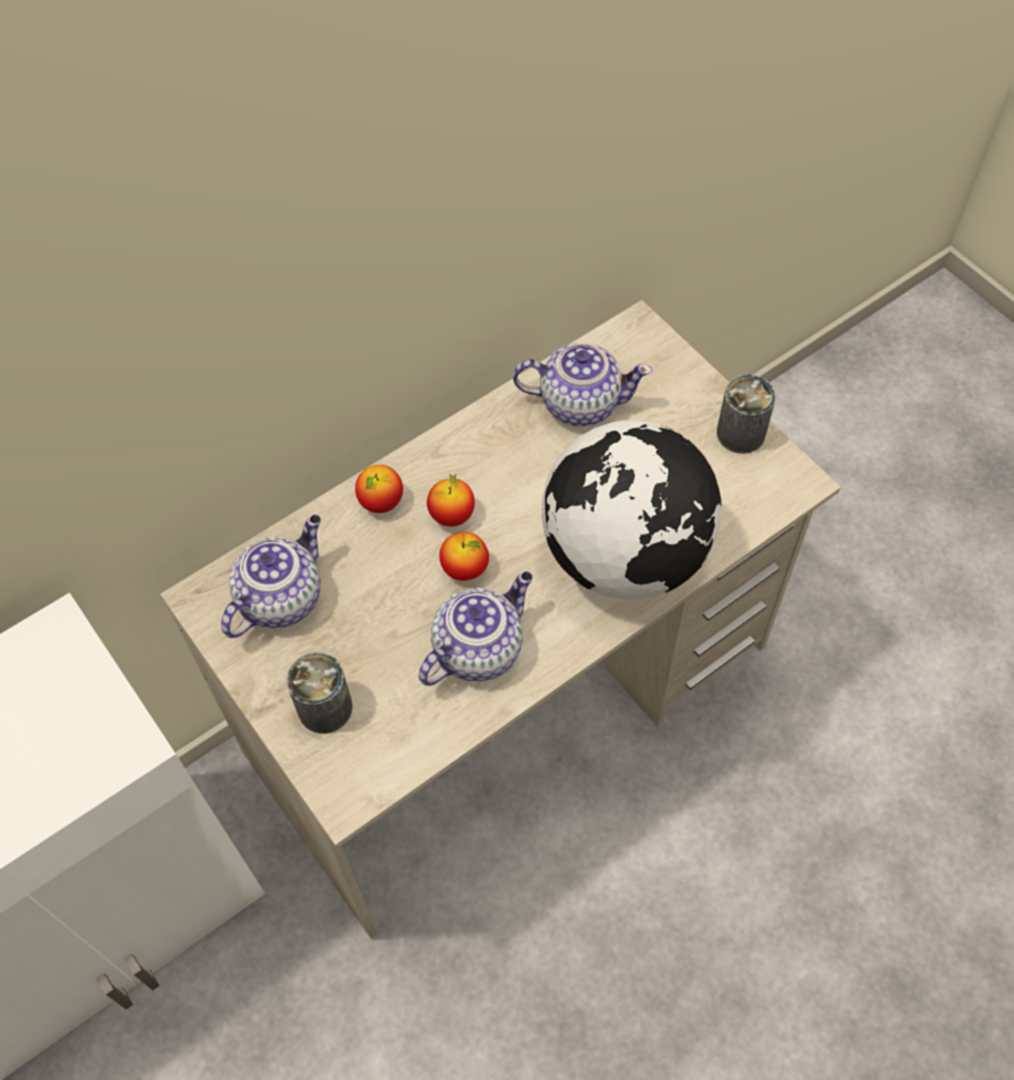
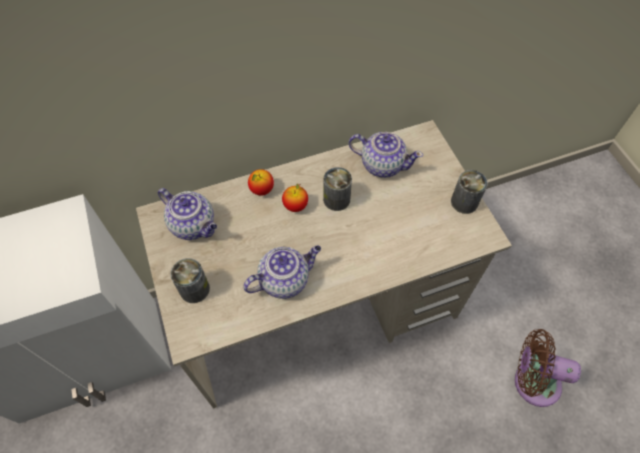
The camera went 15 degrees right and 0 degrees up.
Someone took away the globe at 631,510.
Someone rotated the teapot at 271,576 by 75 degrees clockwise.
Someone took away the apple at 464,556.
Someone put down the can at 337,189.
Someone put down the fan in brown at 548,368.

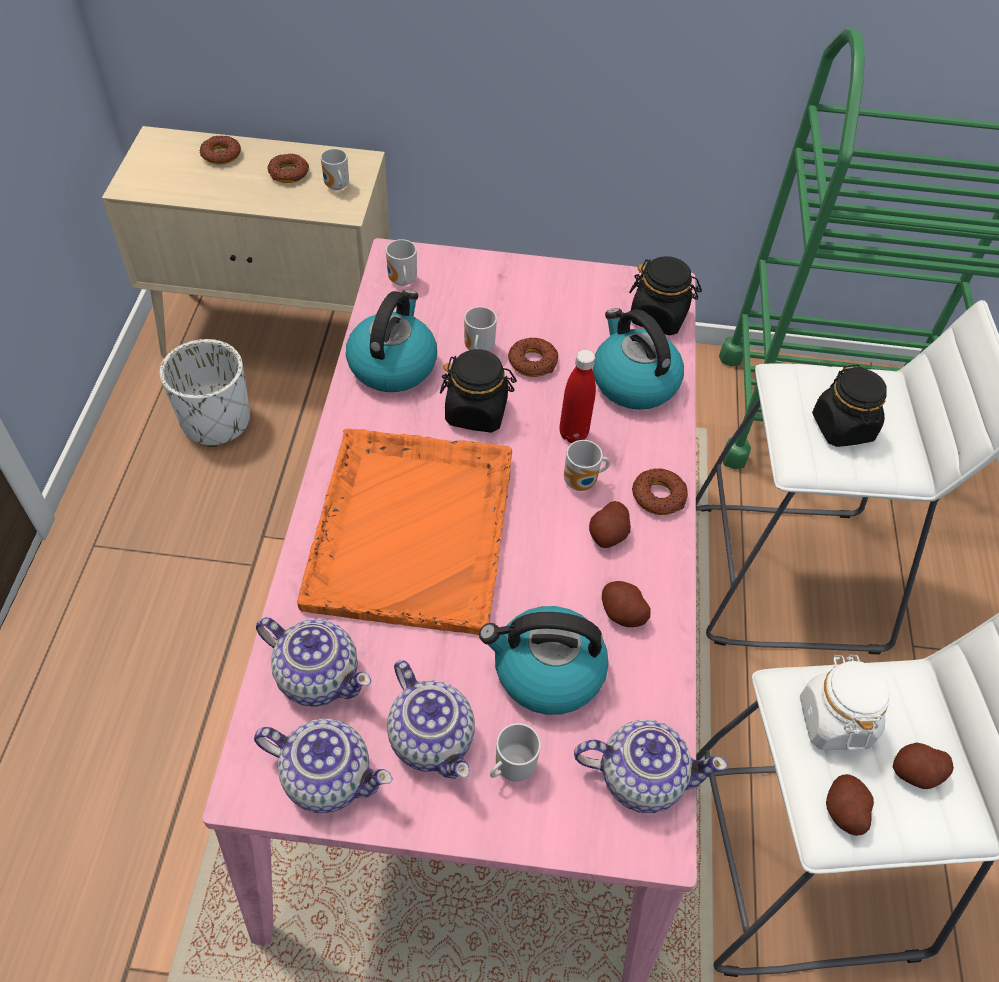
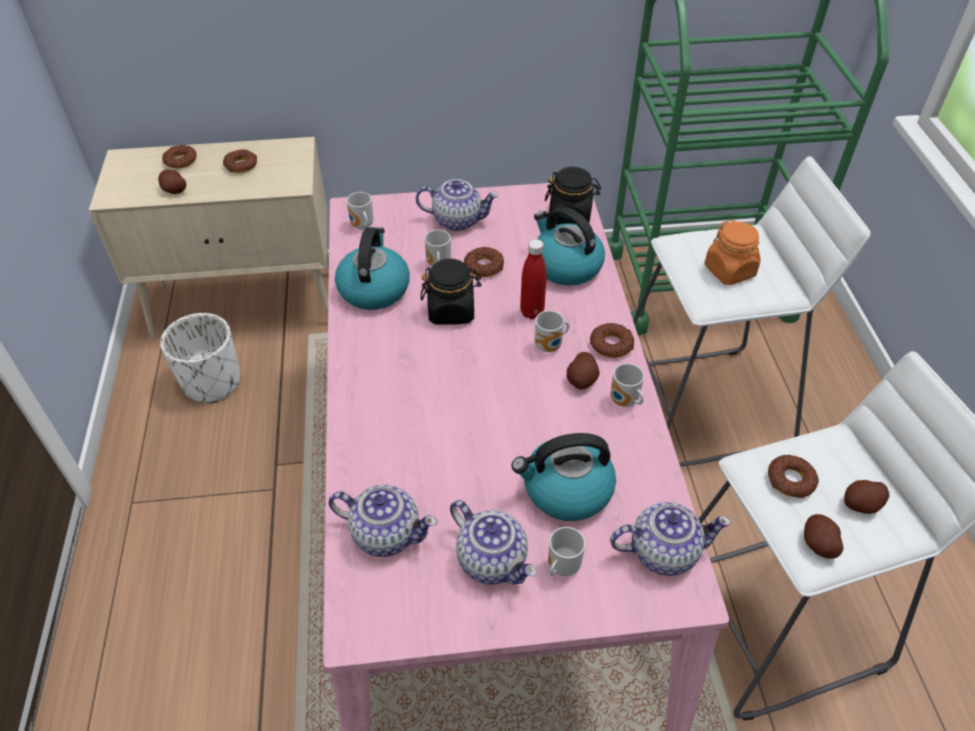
The camera went 10 degrees left and 5 degrees down.
Someone carried the mug from 335,169 to 627,385.
Someone repainted the jar in black at 849,405, which became the jar in orange at 733,252.
Someone took away the tray in orange at 404,532.
Someone carried the potato from 626,604 to 172,182.
Someone swapped the jar in white at 845,702 for the donut at 793,476.
Someone carried the teapot from 323,765 to 457,205.

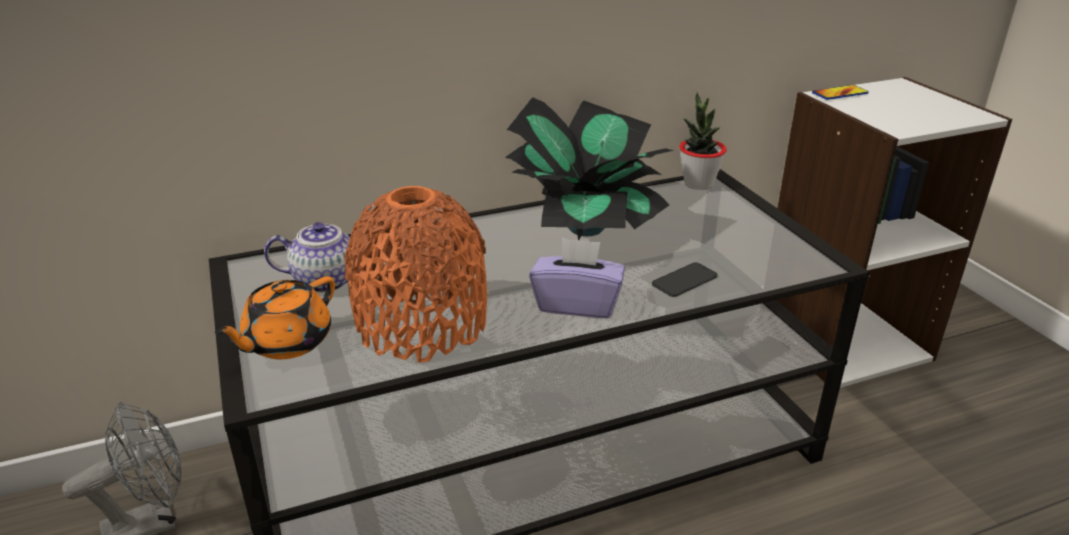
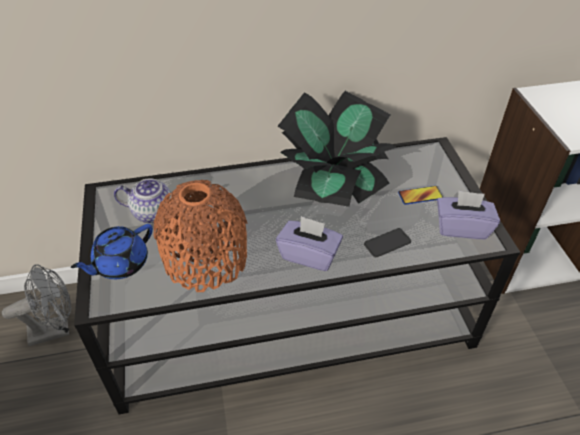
The camera went 10 degrees right and 15 degrees up.
Someone carried the phone from 840,92 to 420,195.
Someone took away the potted plant at 703,141.
Someone repainted the teapot in orange at 275,317, which became the teapot in blue at 112,251.
Someone put down the tissue box in purple at 468,214.

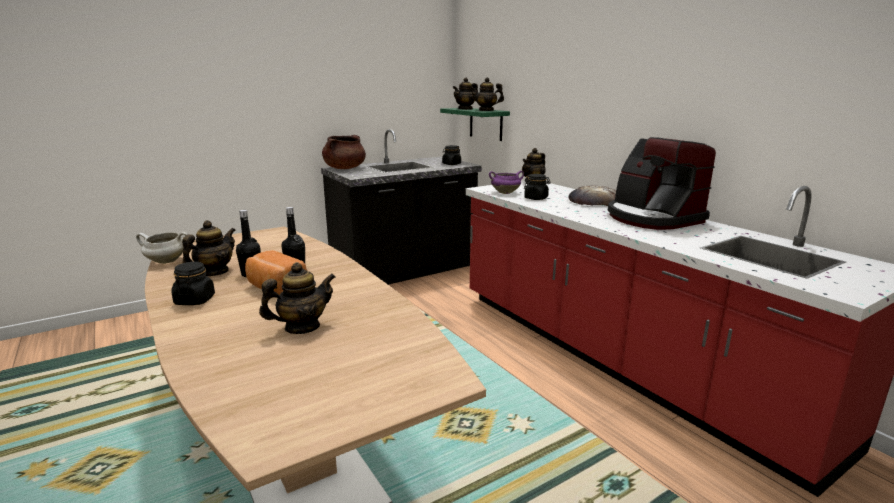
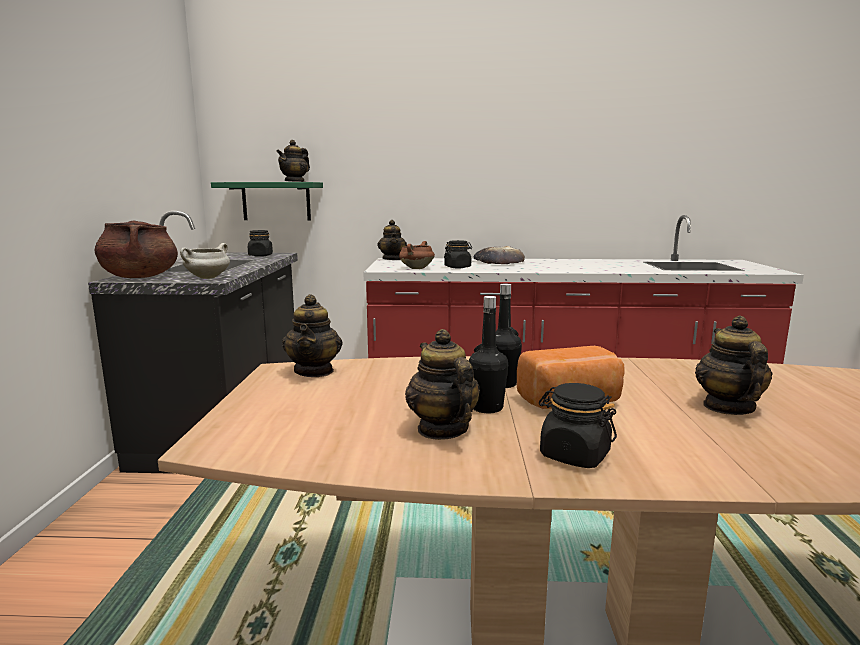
The camera went 55 degrees left and 5 degrees down.
Someone carried the teapot from 465,94 to 312,335.
Someone took away the coffee machine at 662,183.
Someone repainted the cooking pot in purple at 506,182, which became the cooking pot in brown at 417,255.
Someone carried the cooking pot in white from 162,248 to 205,261.

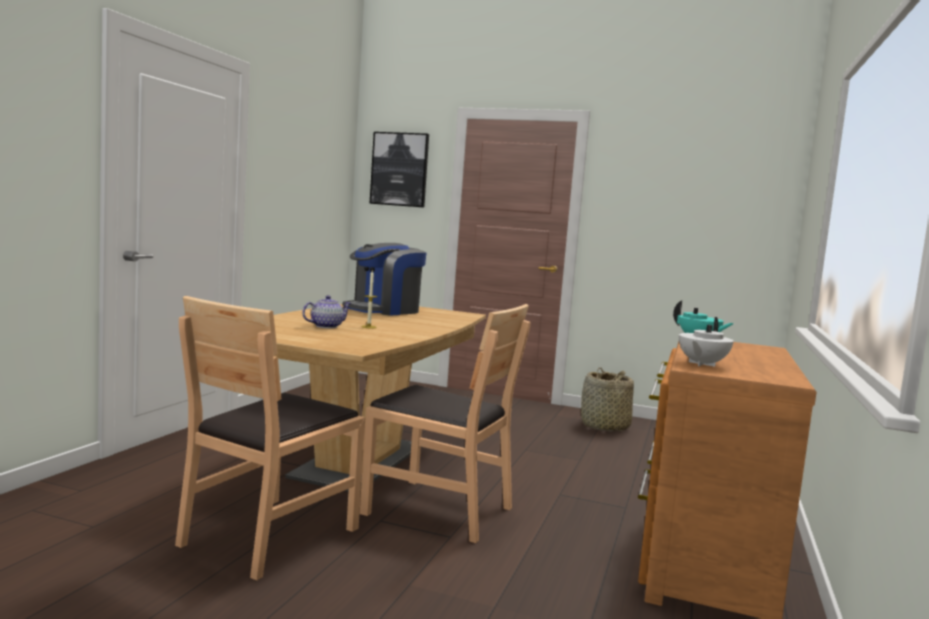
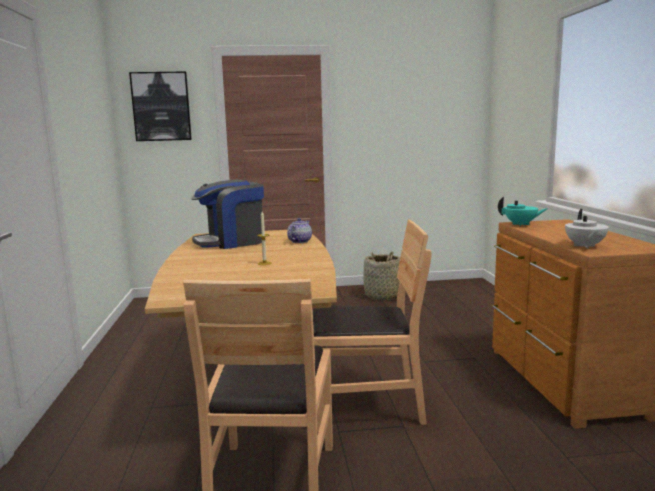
The camera went 25 degrees left and 5 degrees up.
Someone rotated the coffee machine at 385,279 by 45 degrees clockwise.
Someone carried the teapot from 326,311 to 299,230.

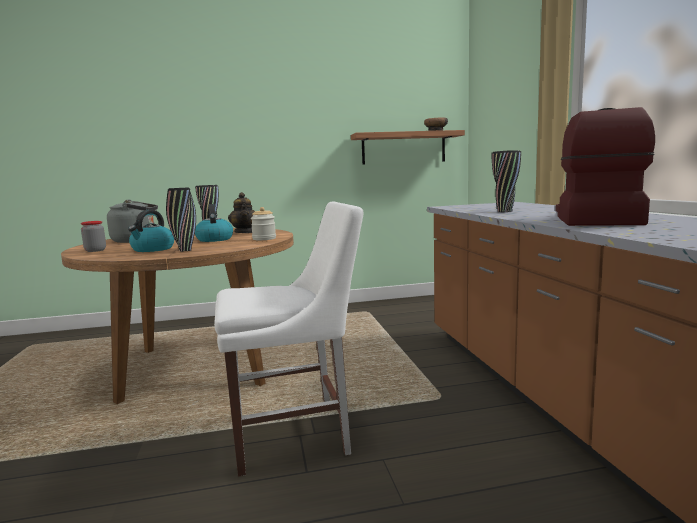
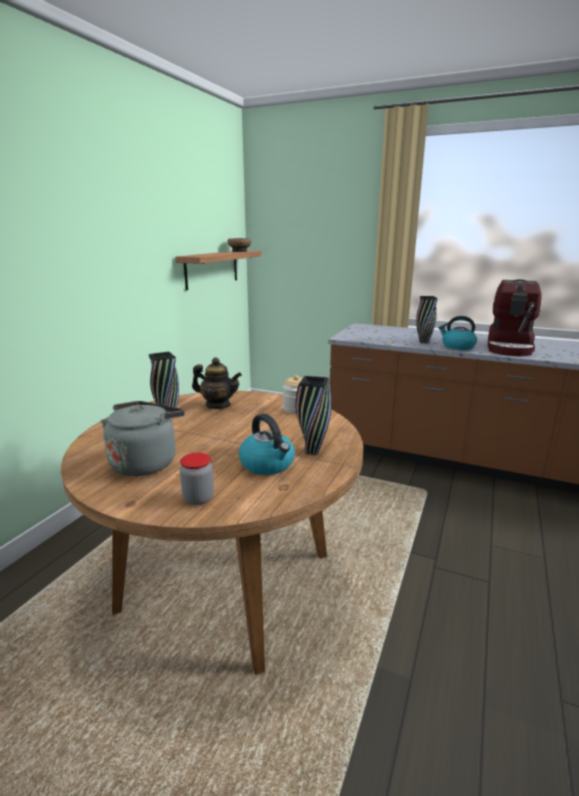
The camera went 55 degrees left and 10 degrees up.
Someone rotated the coffee machine at 605,166 by 120 degrees counterclockwise.
Someone took away the chair in white at 288,339.
Someone carried the kettle from 214,223 to 457,333.

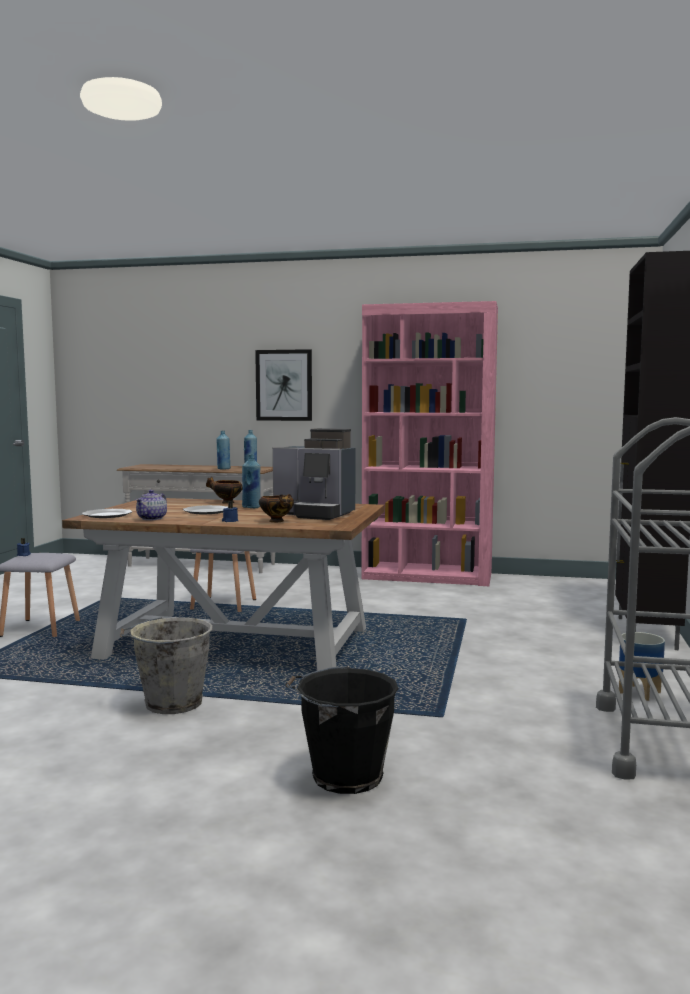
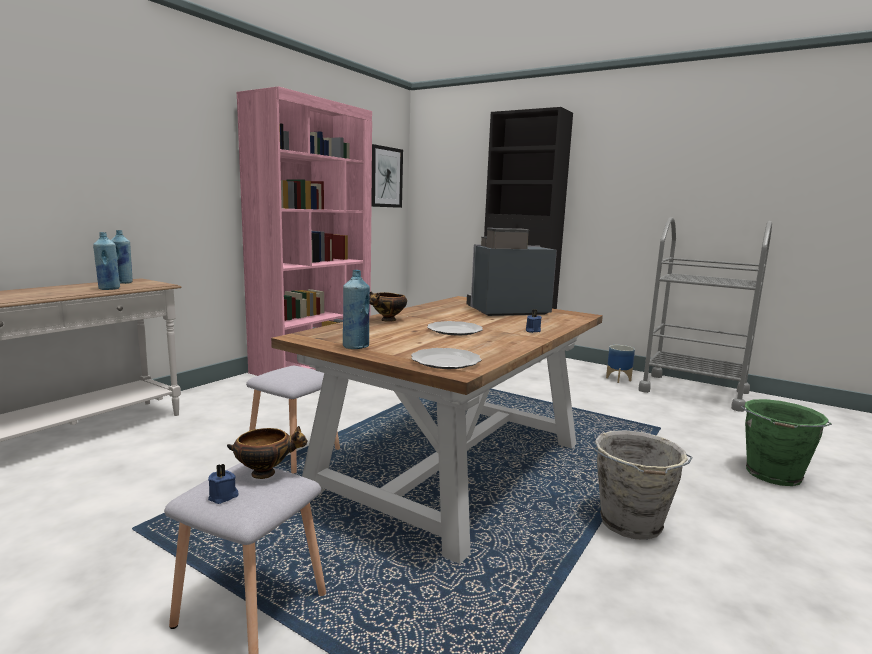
The camera went 70 degrees left and 5 degrees up.
Someone carried the picture from 283,385 to 387,176.
Someone rotated the coffee machine at 314,474 by 150 degrees counterclockwise.
Someone carried the bottle in blue from 251,481 to 356,309.
Someone took away the teapot at 151,505.
Someone carried the bowl from 276,508 to 267,452.
Someone repainted the bucket in black at 342,730, which became the bucket in green at 786,442.

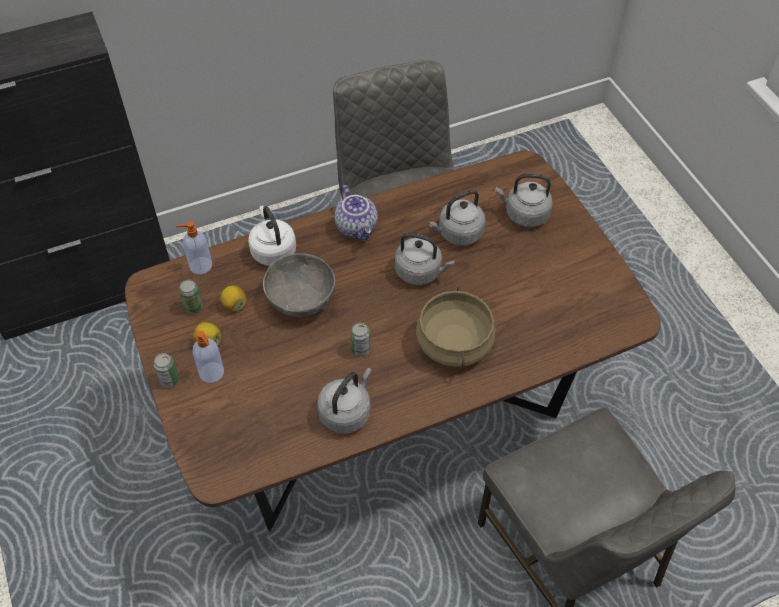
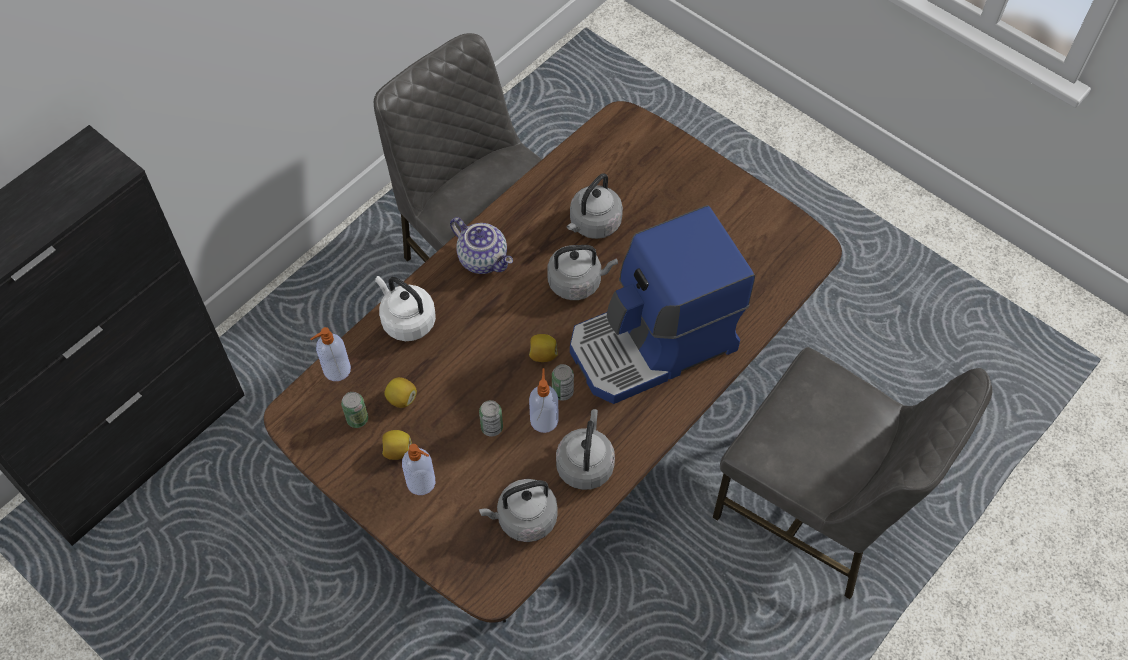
The camera went 25 degrees left and 5 degrees up.
Someone carried the kettle in grey from 524,200 to 518,510.
Someone took away the bowl in grey at 299,285.
Someone swapped the cooking pot in beige at 455,327 for the coffee machine at 662,304.
Someone carried the can from 166,370 to 491,418.
Someone put down the lemon at 543,348.
Someone put down the soap dispenser at 543,400.

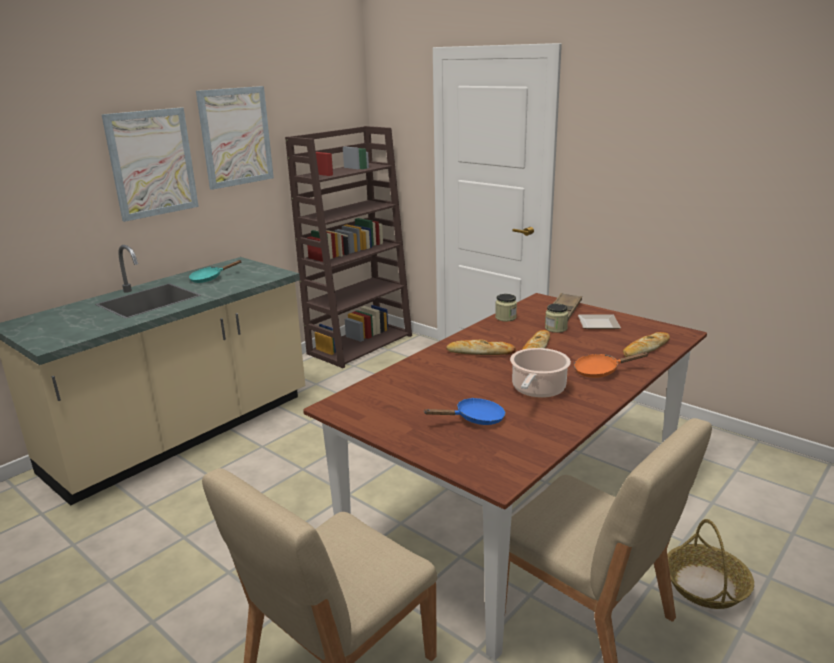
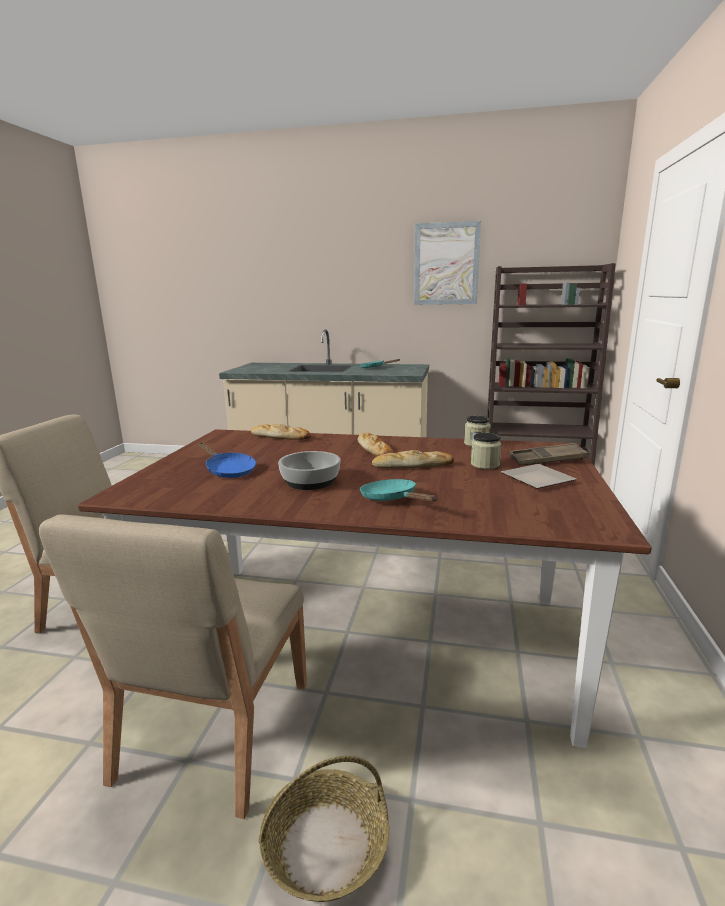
The camera went 60 degrees right and 5 degrees down.
Someone took away the picture at 150,164.
Someone carried the bread from 646,344 to 281,432.
Someone swapped the cooking pot at 540,373 for the bowl at 309,470.
Someone repainted the frying pan in orange at 611,365, which became the frying pan in turquoise at 398,490.

